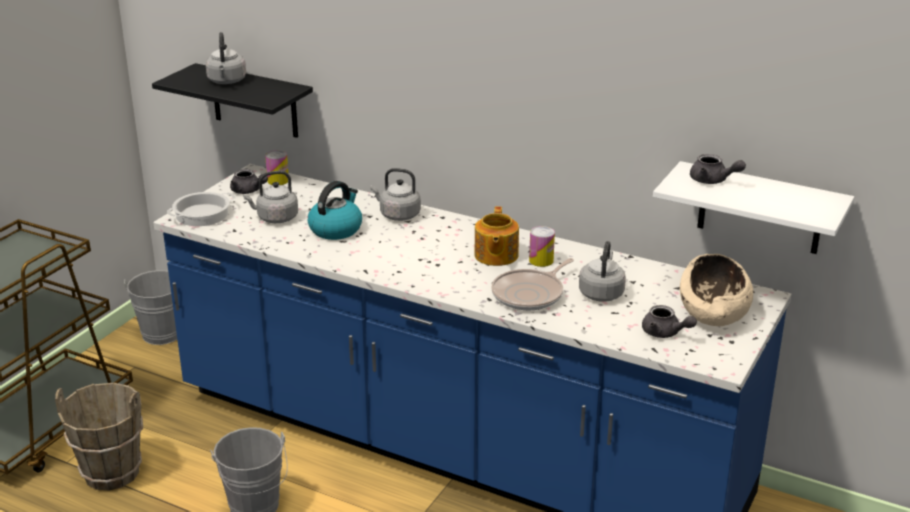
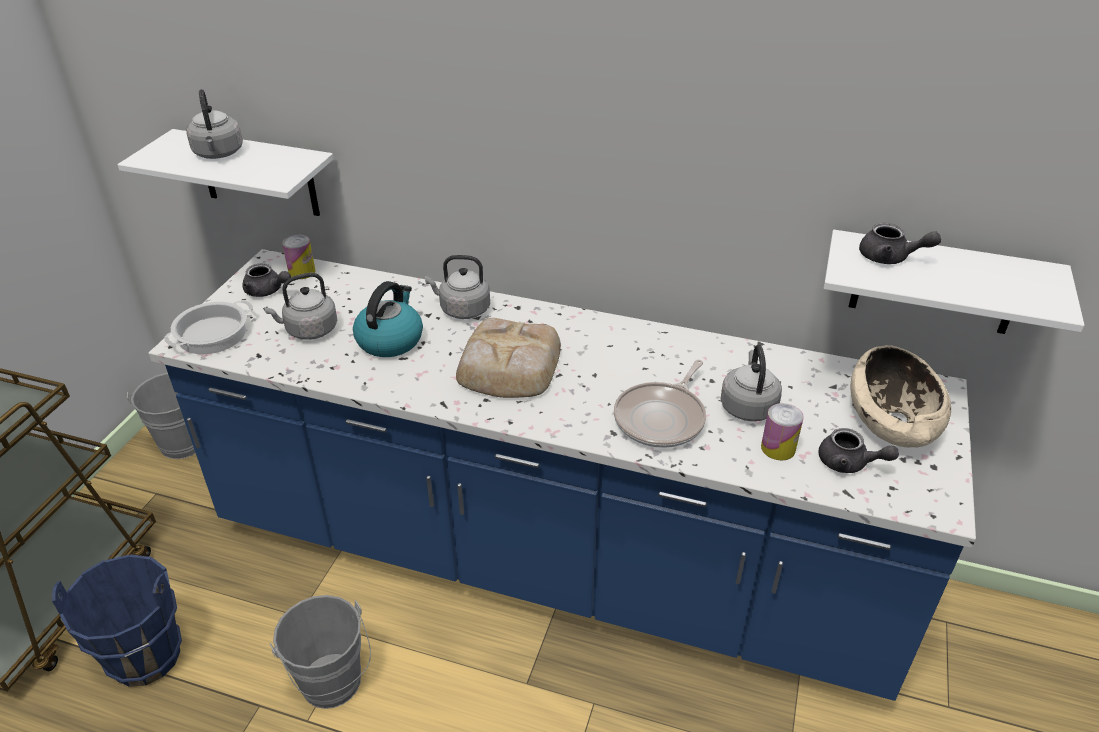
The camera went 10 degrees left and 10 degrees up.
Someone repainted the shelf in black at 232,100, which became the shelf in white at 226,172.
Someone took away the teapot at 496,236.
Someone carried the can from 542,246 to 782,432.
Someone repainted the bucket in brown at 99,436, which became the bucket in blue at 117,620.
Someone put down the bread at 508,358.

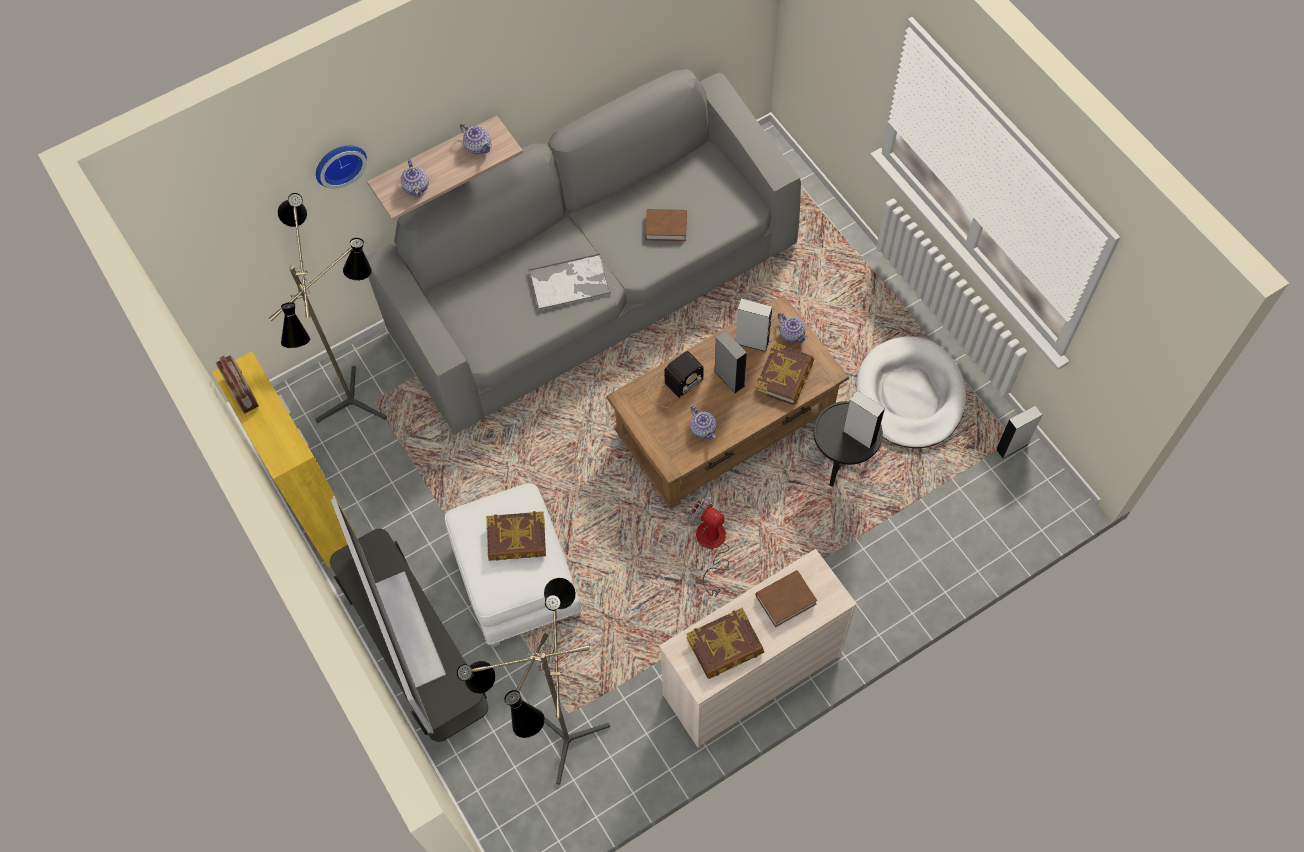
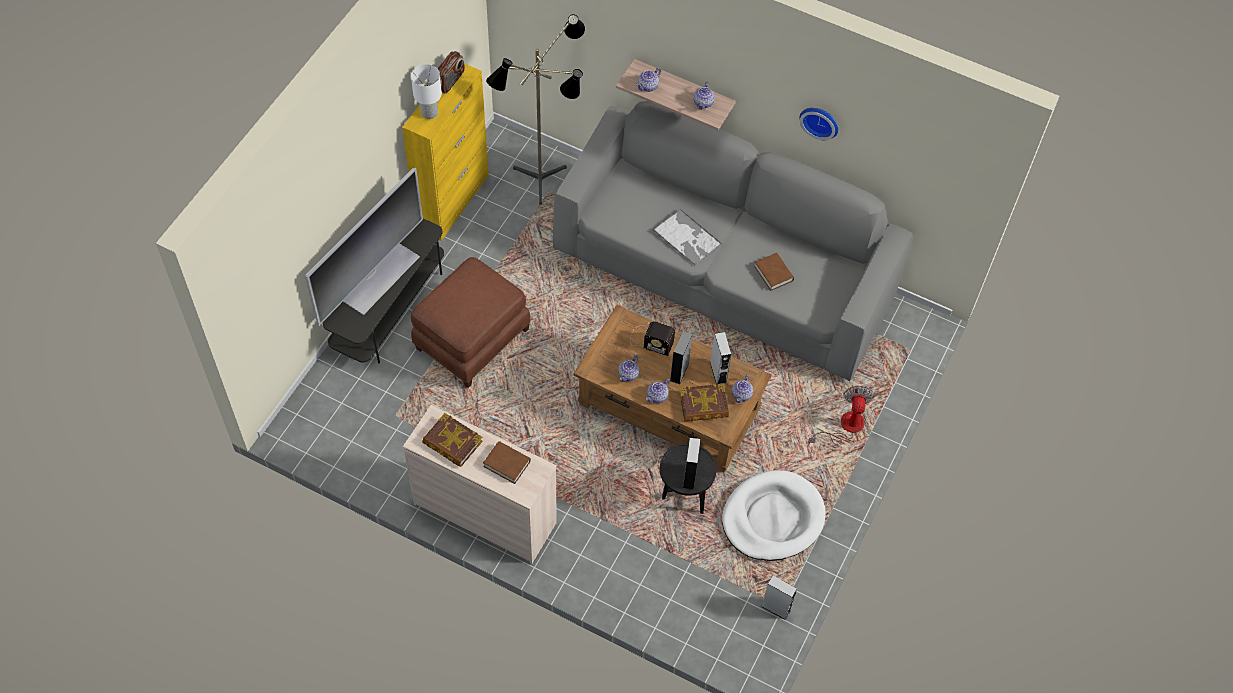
The camera went 55 degrees right and 5 degrees down.
Someone carried the wall clock from 341,167 to 819,124.
Someone repainted the ottoman in white at 513,565, which became the ottoman in brown at 471,322.
Someone carried the fan from 709,545 to 841,415.
Someone took away the book at 516,536.
Someone took away the floor lamp at 533,681.
Someone put down the table lamp in white at 426,91.
Someone put down the teapot at 658,391.

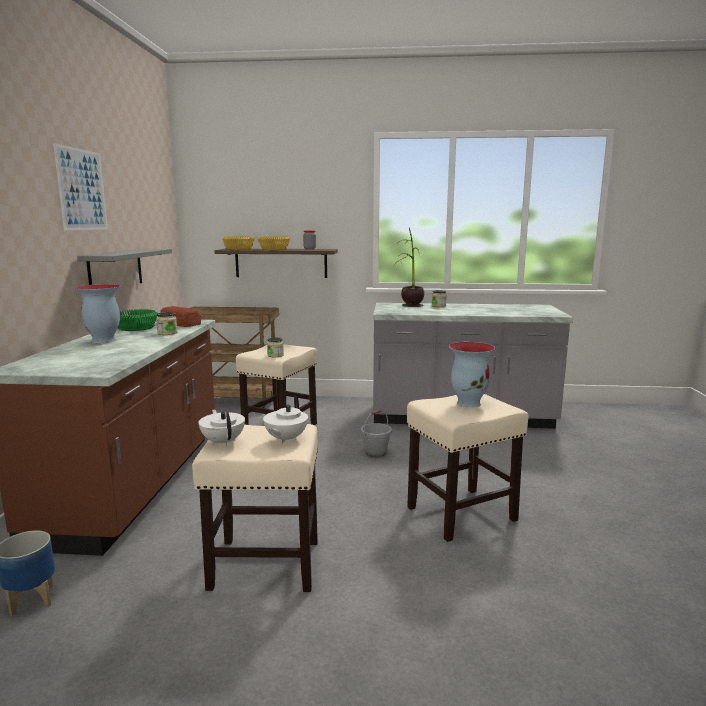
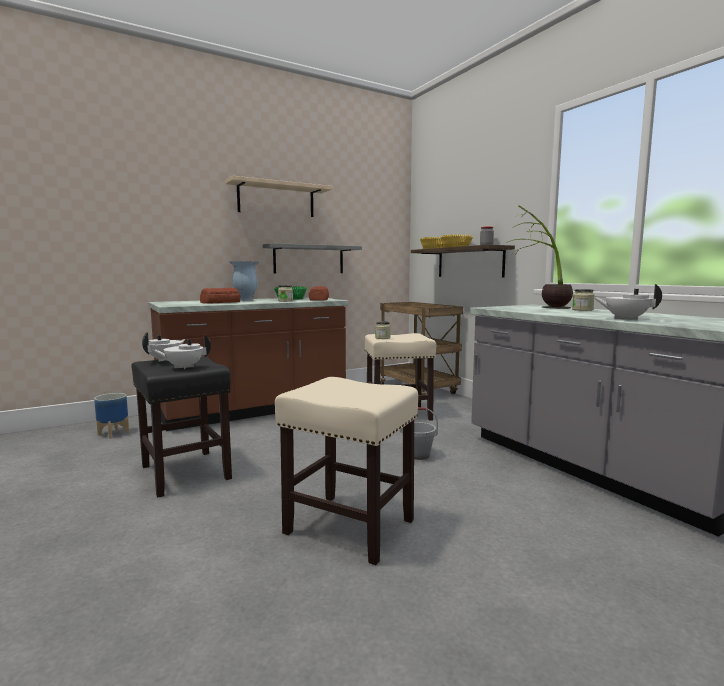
The camera went 55 degrees right and 5 degrees down.
Someone swapped the picture at 80,187 for the shelf in beige at 279,196.
Someone took away the vase at 472,375.
Someone repainted the stool in beige at 255,508, which became the stool in black at 182,426.
Someone put down the teapot in white at 627,302.
Someone put down the bread at 220,296.

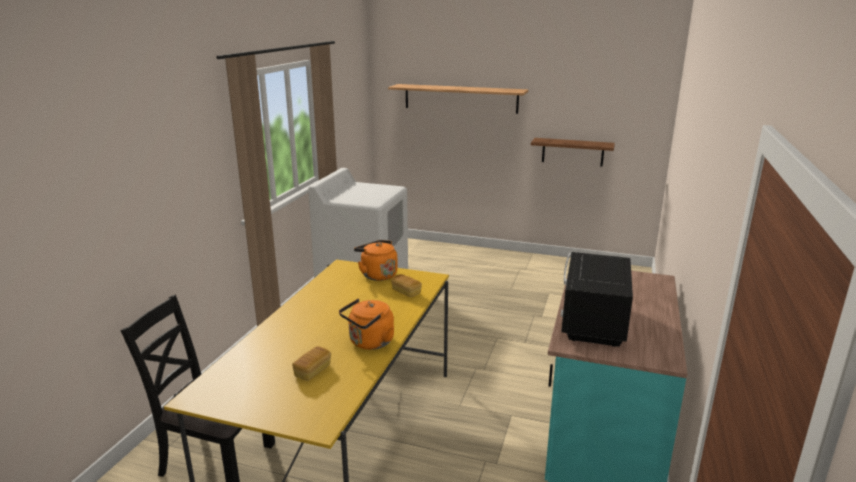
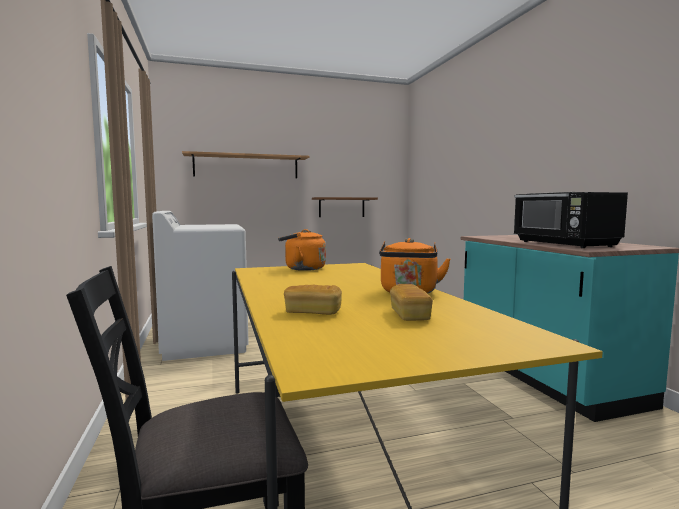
The camera went 35 degrees left and 15 degrees down.
Someone carried the bread from 406,285 to 313,300.

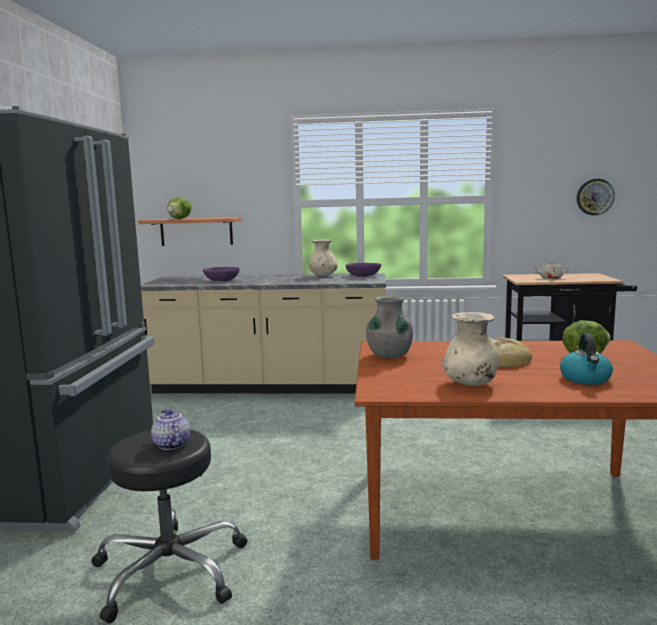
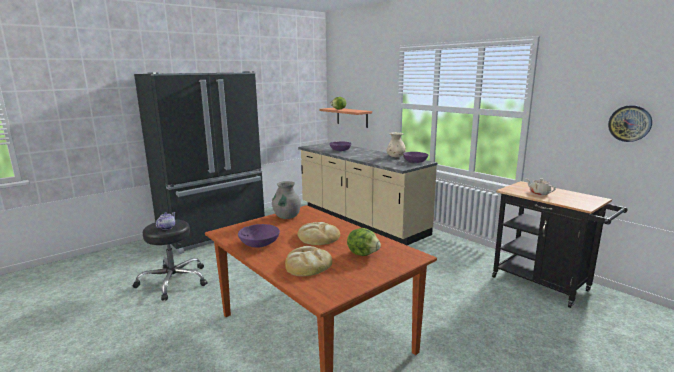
The camera went 45 degrees right and 5 degrees up.
Someone swapped the vase in beige at 470,349 for the bowl in purple at 259,235.
Someone swapped the kettle at 586,359 for the bread at 308,261.

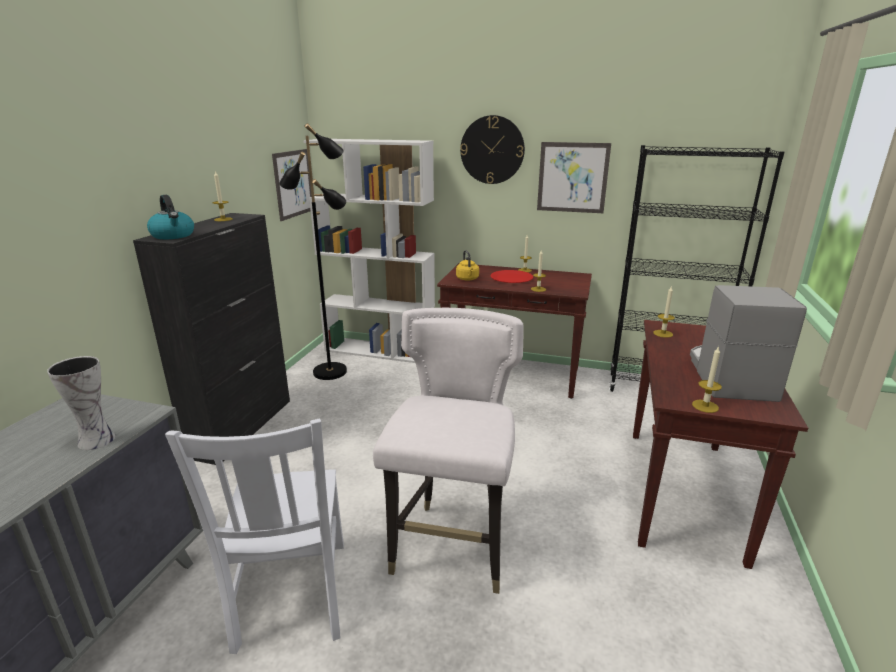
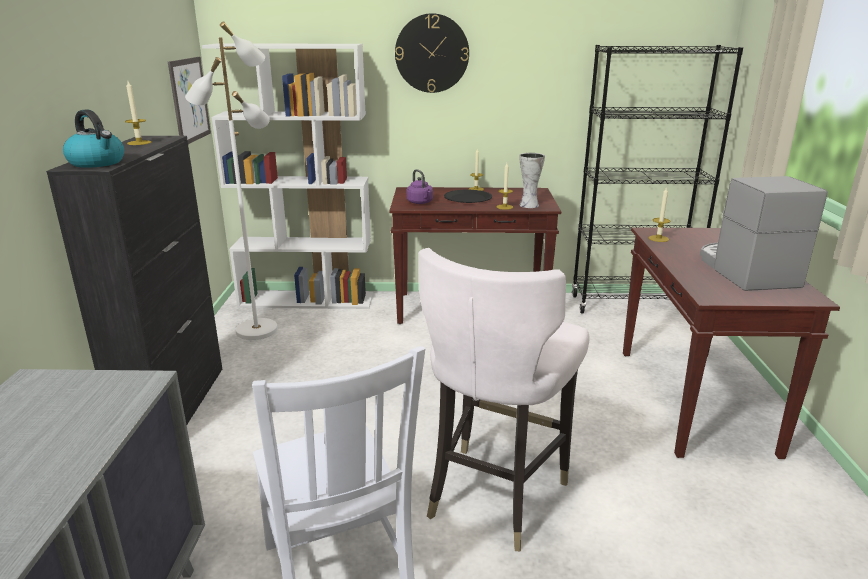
The camera went 15 degrees left and 0 degrees up.
Someone repainted the floor lamp in black at 313,251, which became the floor lamp in white at 231,180.
Someone took away the picture at 574,177.
Someone repainted the kettle in yellow at 467,265, which became the kettle in purple at 420,186.
Someone repainted the plate in red at 511,276, which became the plate in black at 468,196.
Someone rotated the chair in white at 448,451 by 150 degrees counterclockwise.
Someone took away the candle at 707,379.
Someone carried the vase from 81,403 to 532,180.

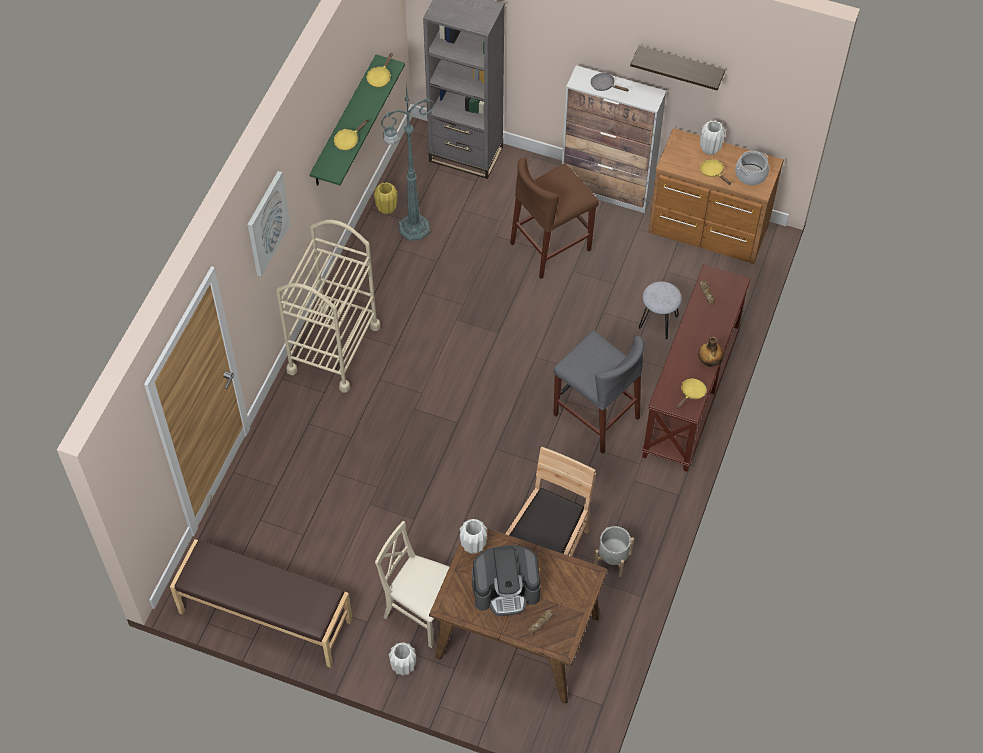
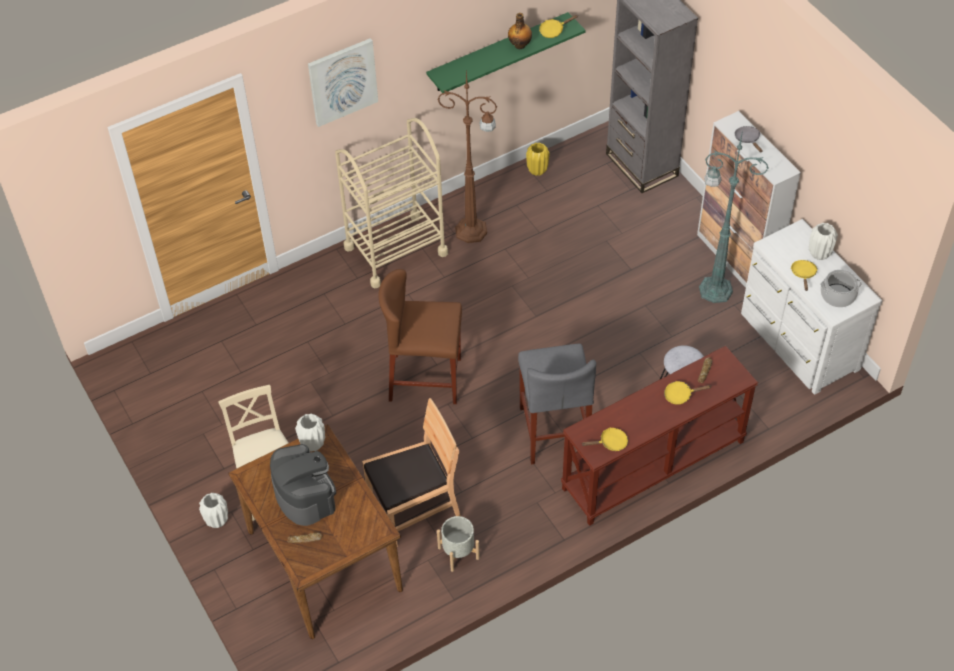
The camera went 40 degrees right and 5 degrees down.
Someone took away the shelf at 677,68.
Someone carried the floor lamp in green from 408,163 to 734,216.
Someone carried the frying pan in yellow from 351,134 to 687,393.
Someone repainted the dresser in brown at 716,196, which became the dresser in white at 811,307.
Someone carried the stool in brown from 554,218 to 420,336.
Someone carried the bottle from 711,352 to 520,31.
Someone took away the bench in brown at 261,603.
Someone rotated the coffee machine at 506,580 by 150 degrees counterclockwise.
Someone put down the floor lamp in brown at 467,157.

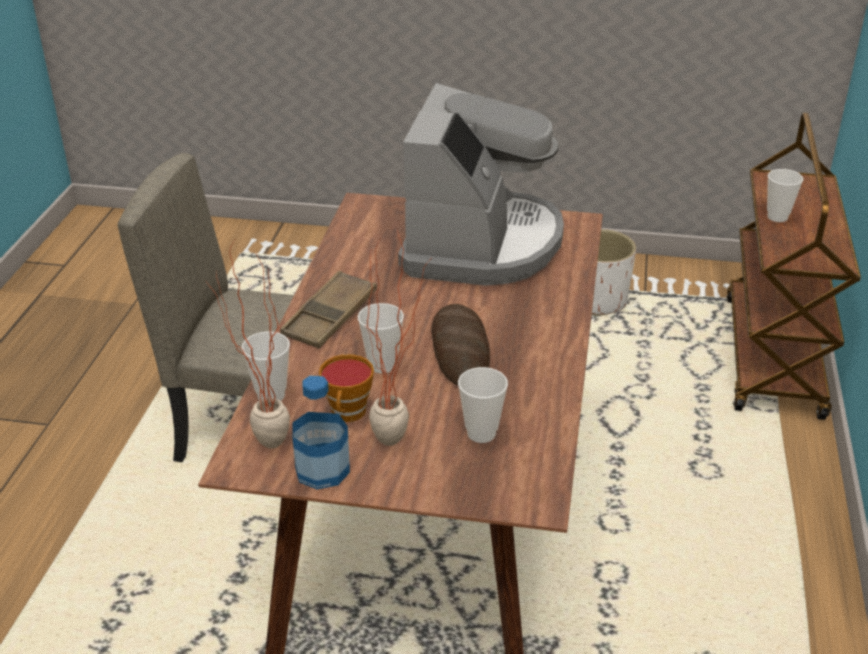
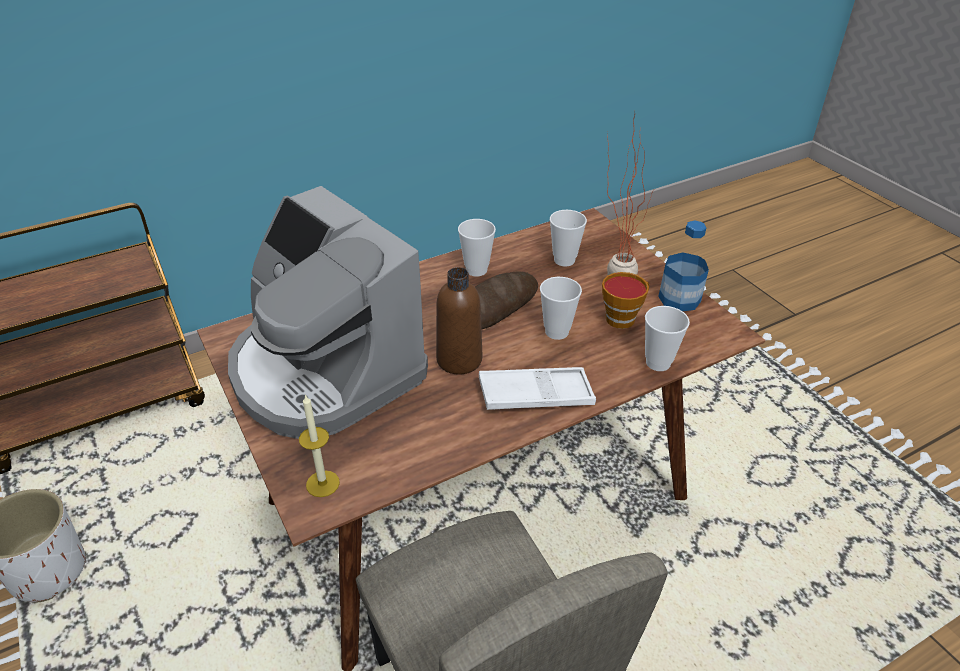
The camera went 130 degrees left and 5 degrees up.
Someone rotated the coffee machine at 481,184 by 105 degrees counterclockwise.
Someone carried the cup from 785,195 to 477,248.
Someone took away the potted plant at 247,344.
Someone repainted the tray in brown at 328,310, which became the tray in white at 537,388.
Someone put down the bottle in brown at 459,321.
Someone put down the candle at 319,445.

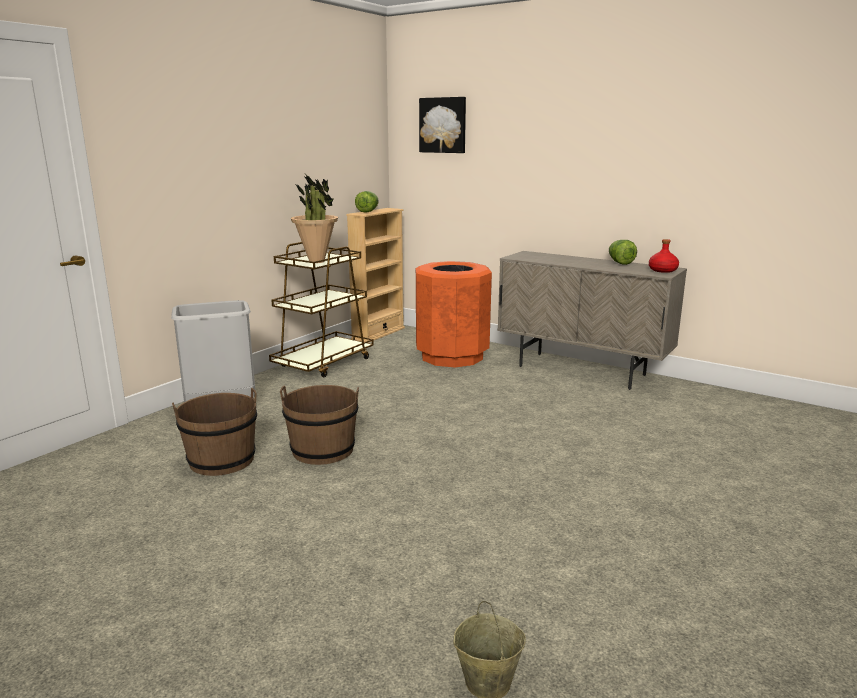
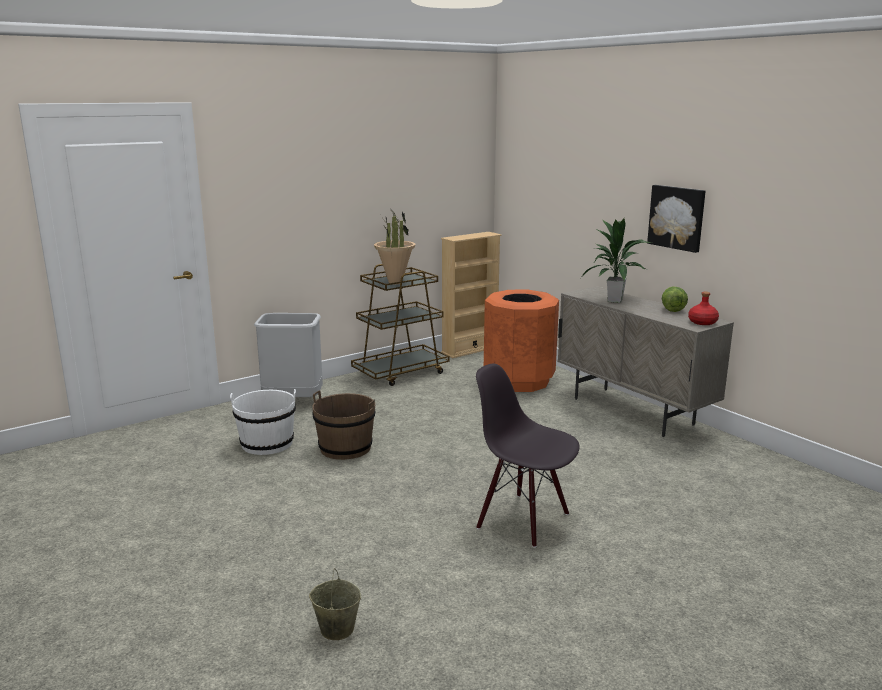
The camera went 20 degrees right and 0 degrees up.
Someone carried the picture from 442,125 to 676,219.
Someone took away the lettuce at 367,202.
Someone repainted the bucket in brown at 214,432, which became the bucket in white at 263,422.
Someone put down the potted plant at 616,260.
Someone put down the chair in black at 528,456.

